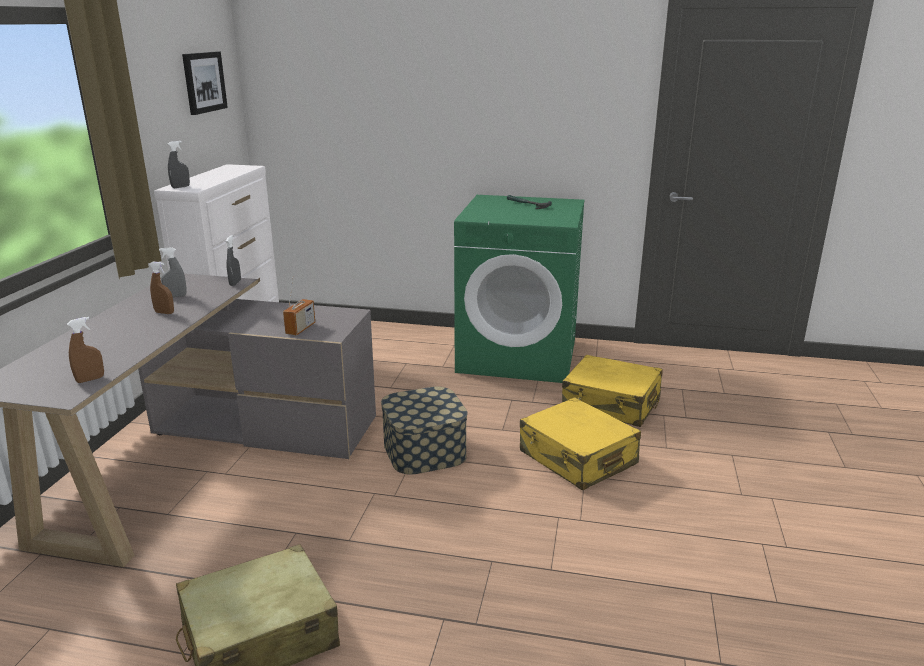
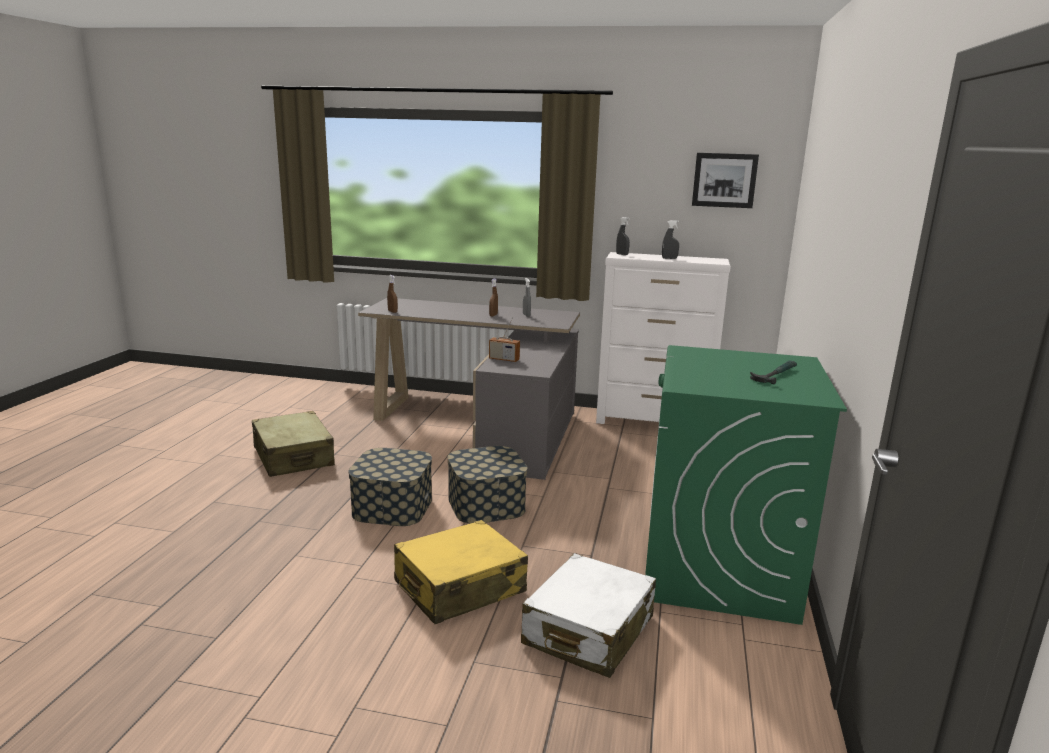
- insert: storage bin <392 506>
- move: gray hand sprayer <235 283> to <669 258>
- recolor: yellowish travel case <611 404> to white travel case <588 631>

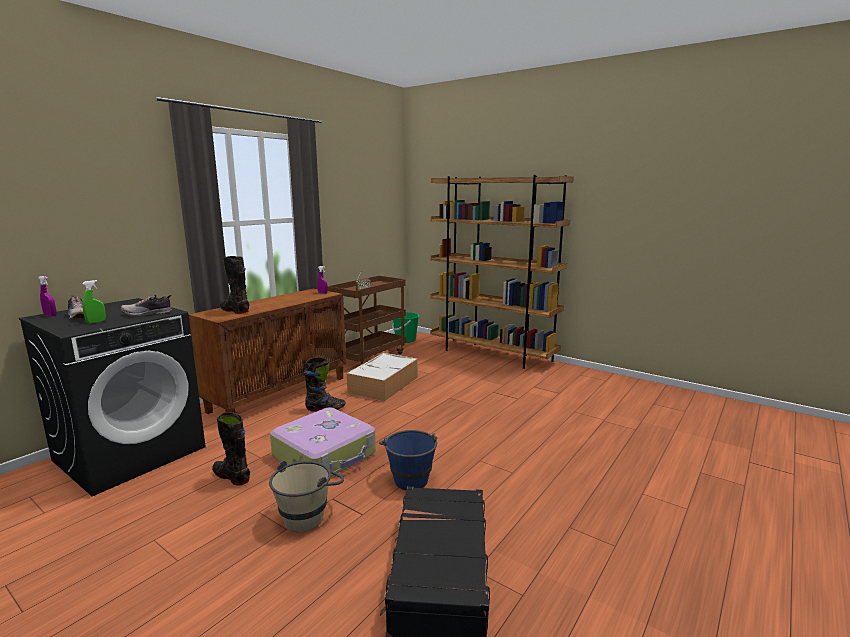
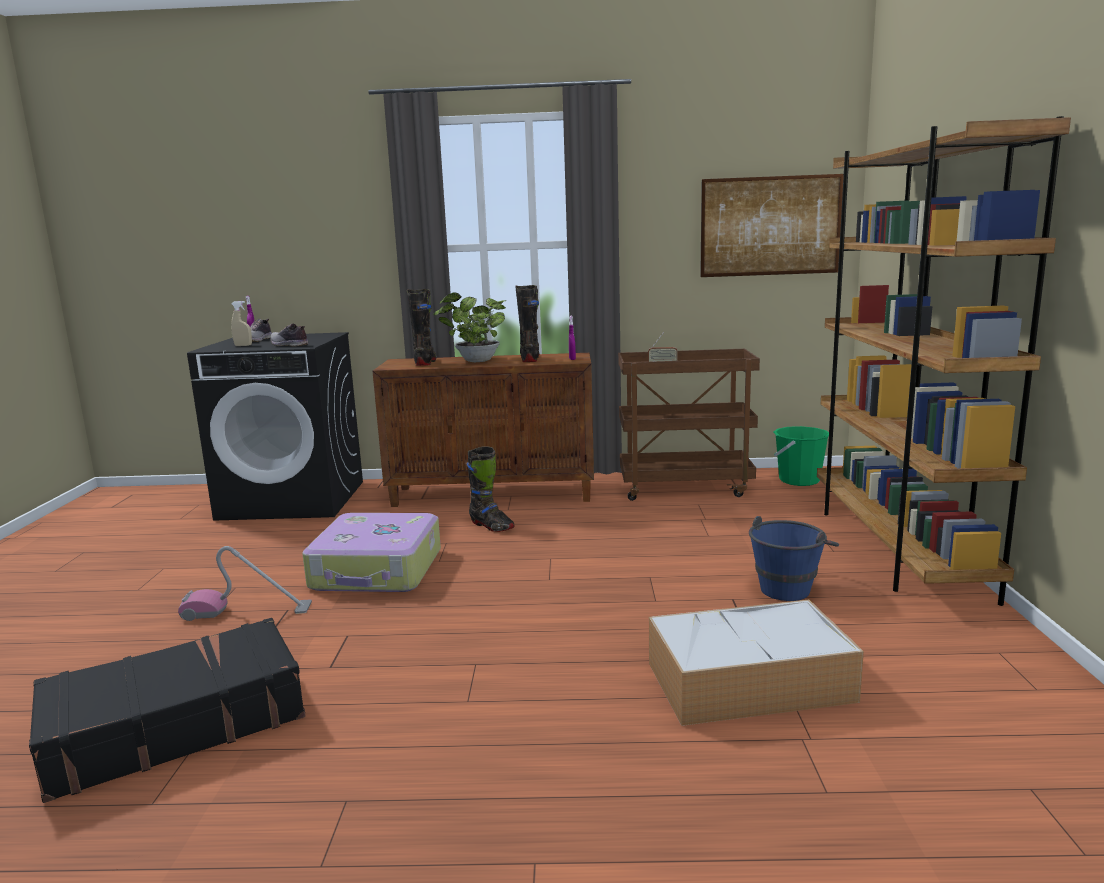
- insert: potted plant <475 361>
- insert: wall art <770 226>
- move: black-coloured high-top boot <232 477> to <530 359>
- move: storage bin <383 385> to <746 683>
- move: blue pail <409 476> to <789 586>
- replace: beige-coloured pail <309 514> to hoover <247 611>
- recolor: greenish hand sprayer <96 322> to beige-coloured hand sprayer <243 345>

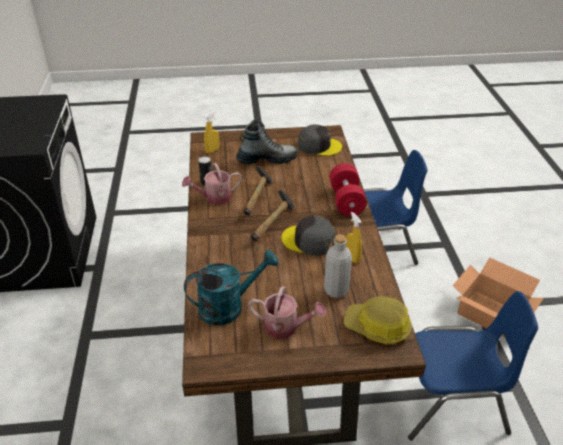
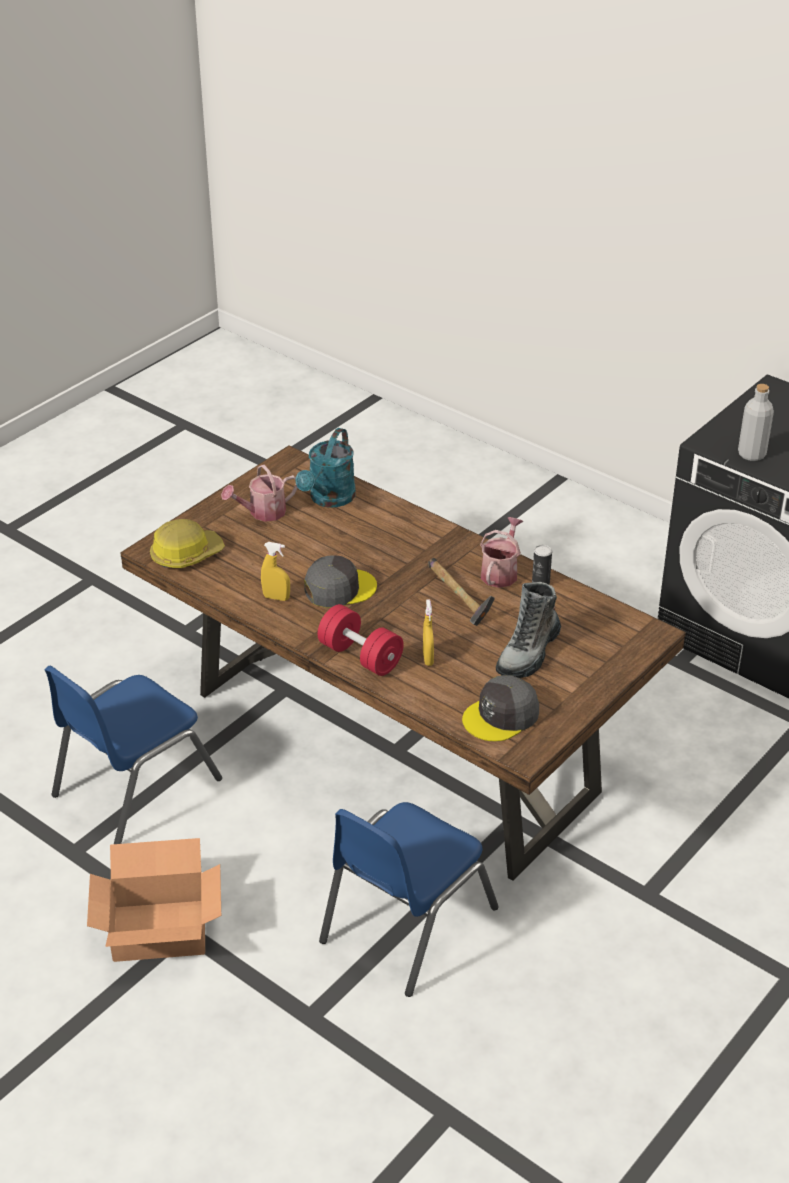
- delete: hammer <273 224>
- move: yellowish hand sprayer <212 150> to <428 658>
- move: gray drink bottle <336 290> to <751 454>

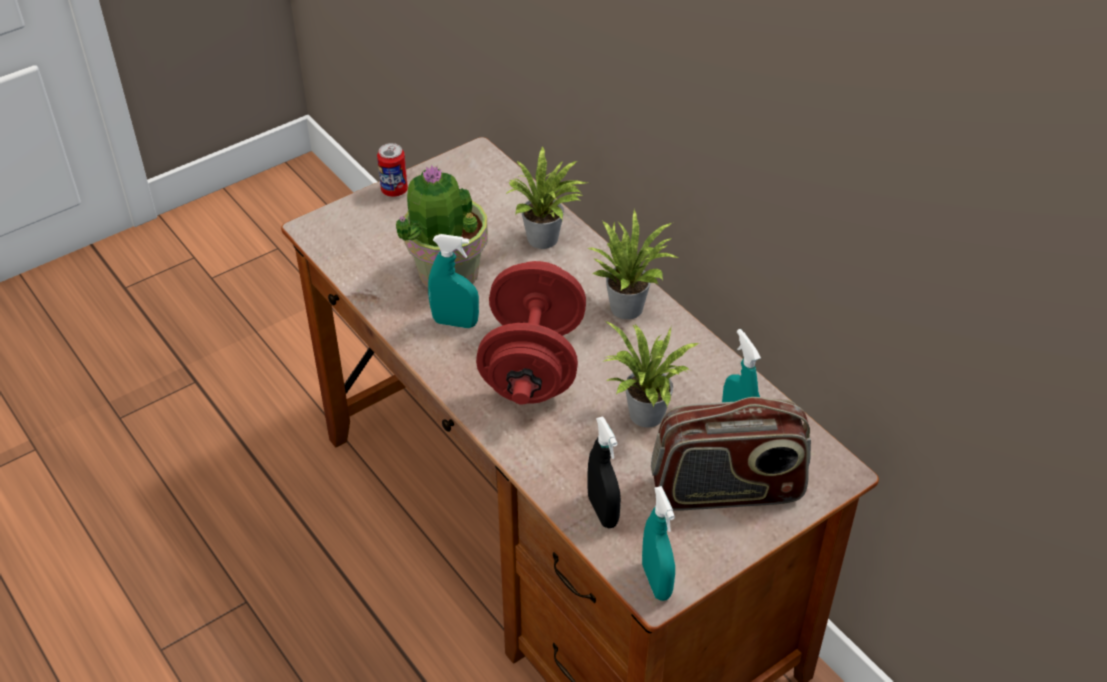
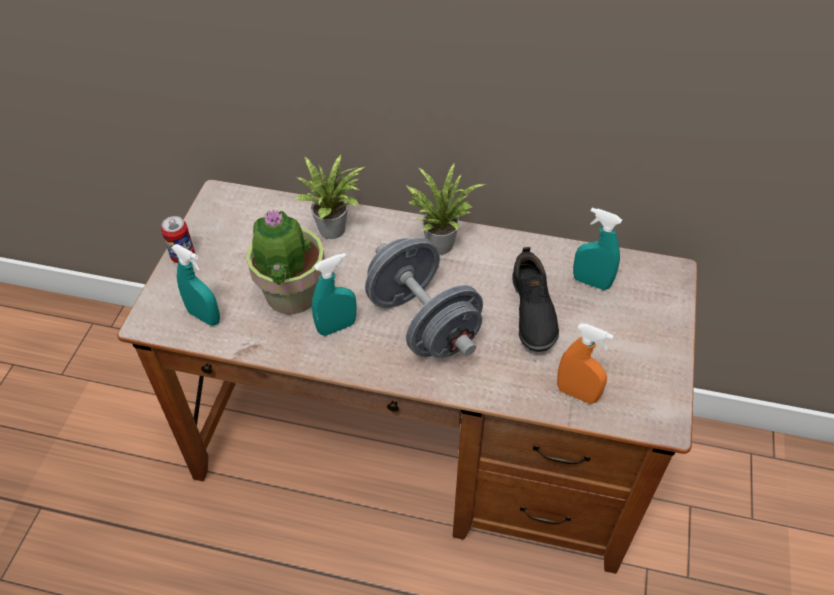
- delete: radio <726 490>
- move: turquoise hand sprayer <656 581> to <204 316>
- replace: potted plant <644 417> to black-coloured shoe <531 312>
- recolor: reddish hand weight <532 365> to gray hand weight <423 323>
- recolor: black-coloured hand sprayer <602 511> to orange hand sprayer <577 393>

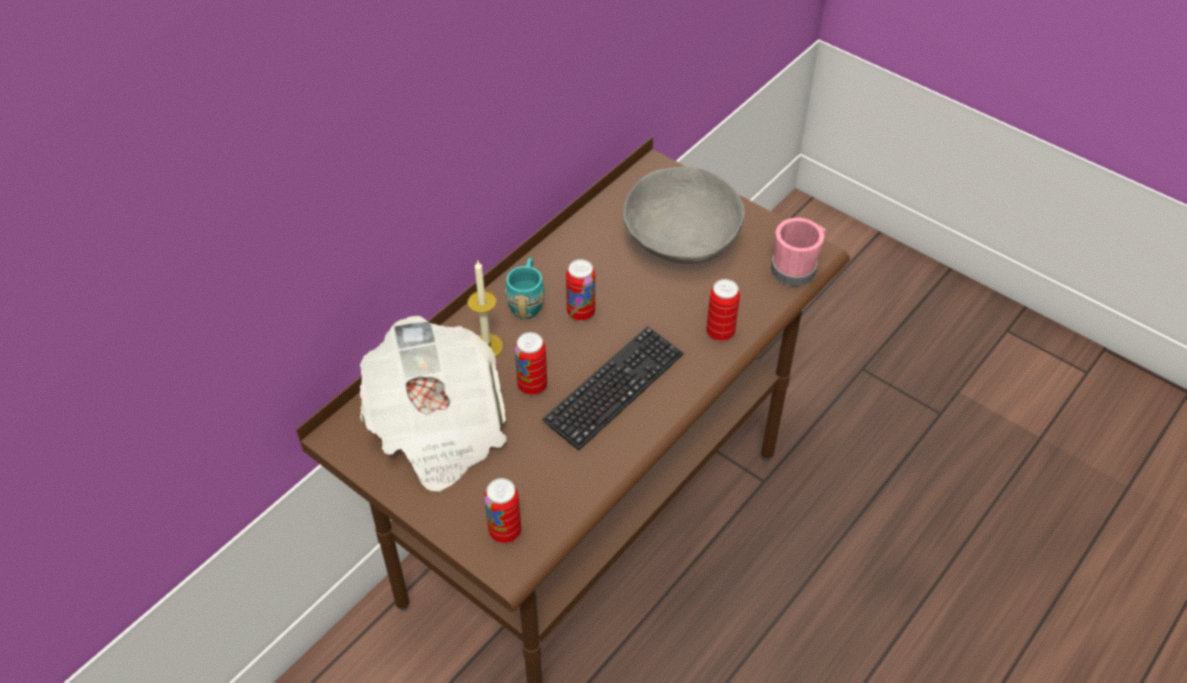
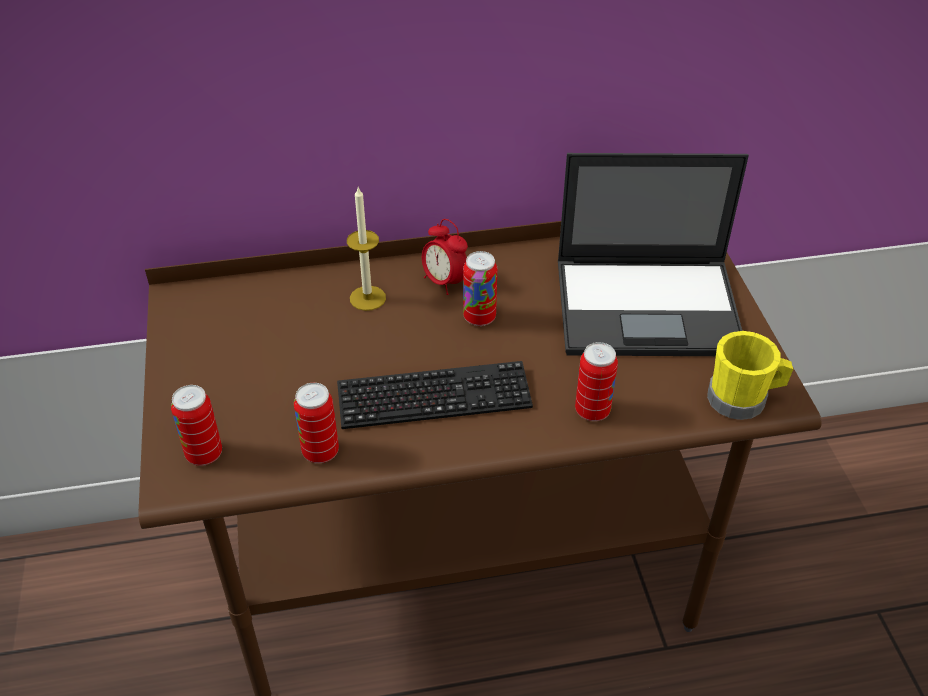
- delete: printed paper <437 428>
- move: sealed can <532 386> to <320 452>
- replace: turquoise coffee mug <527 301> to bedside clock <444 282>
- replace: gray serving bowl <681 237> to laptop <649 307>
- recolor: pinkish coffee mug <797 268> to yellowish coffee mug <743 399>

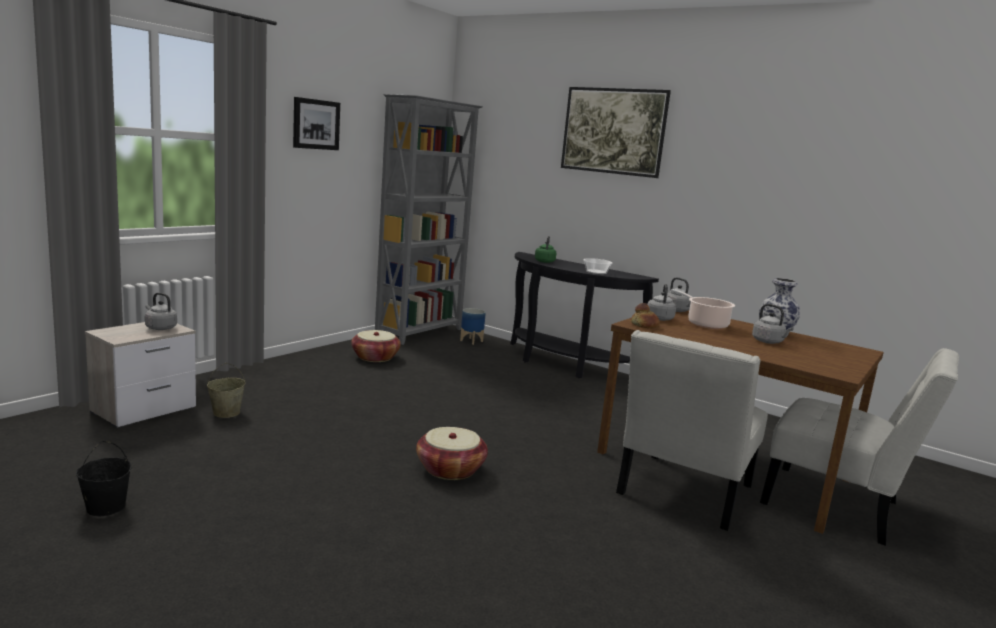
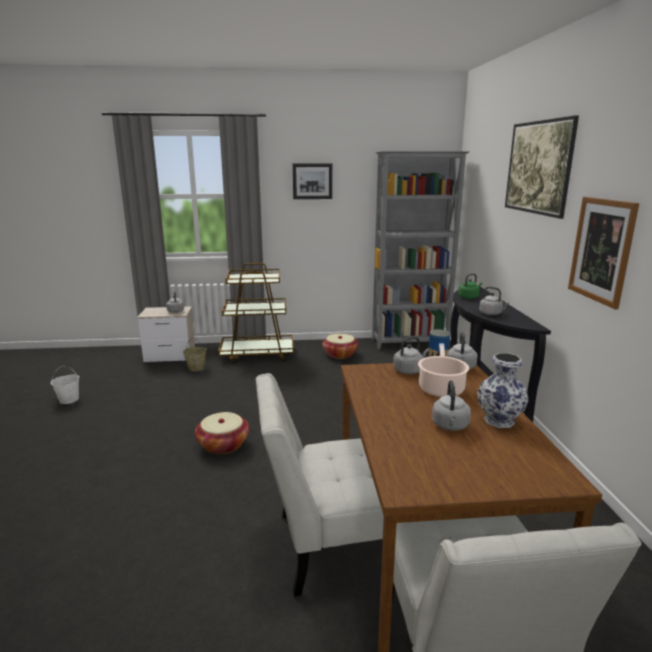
- delete: bread <644 325>
- insert: brown trolley <258 355>
- insert: wall art <601 250>
- replace: serving bowl <596 272> to gray kettle <491 314>
- recolor: black-coloured pail <105 507> to white pail <69 399>

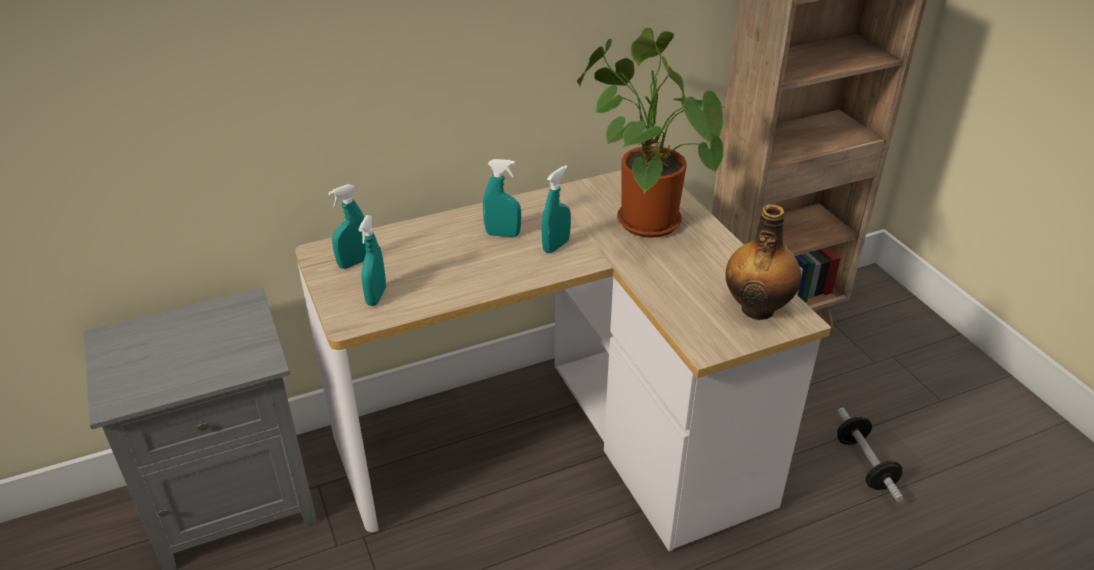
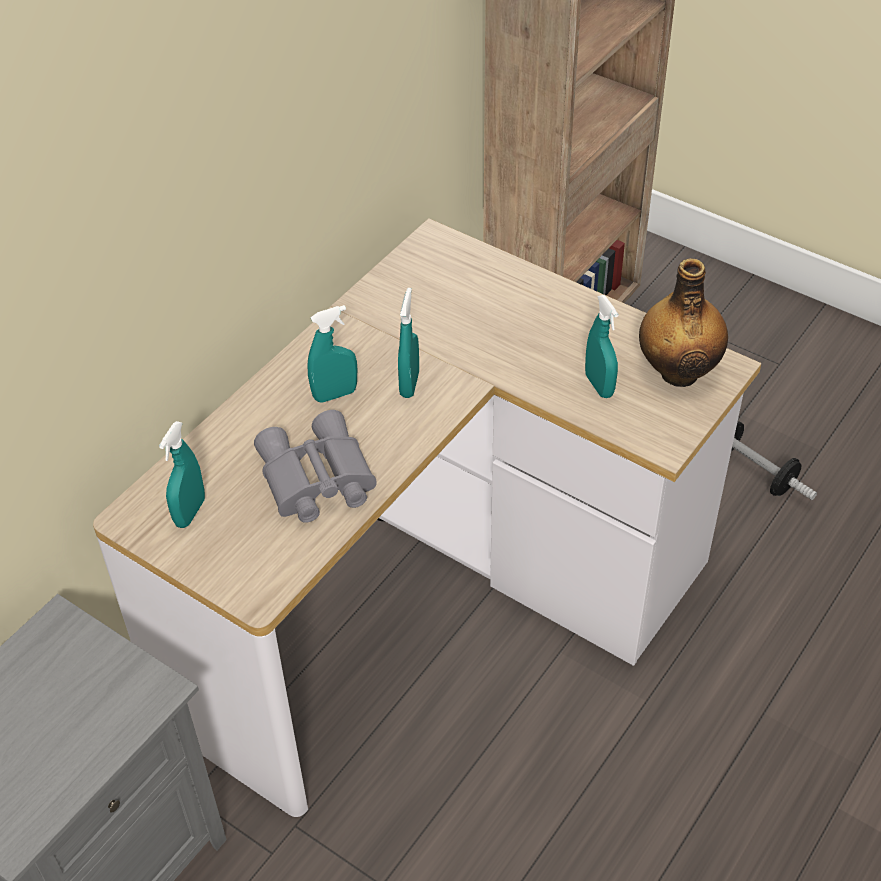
- delete: potted plant <642 219>
- insert: gray pair of binoculars <315 480>
- move: turquoise hand sprayer <376 297> to <599 385>

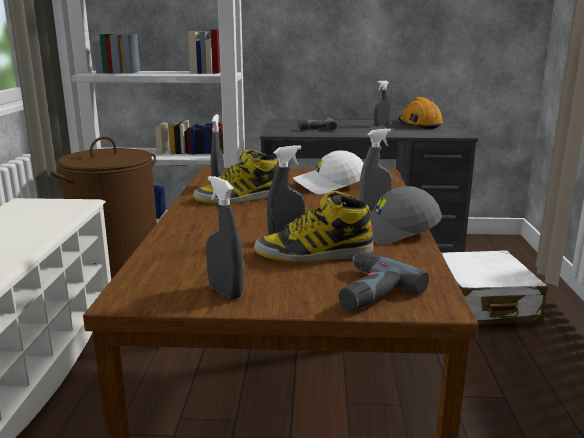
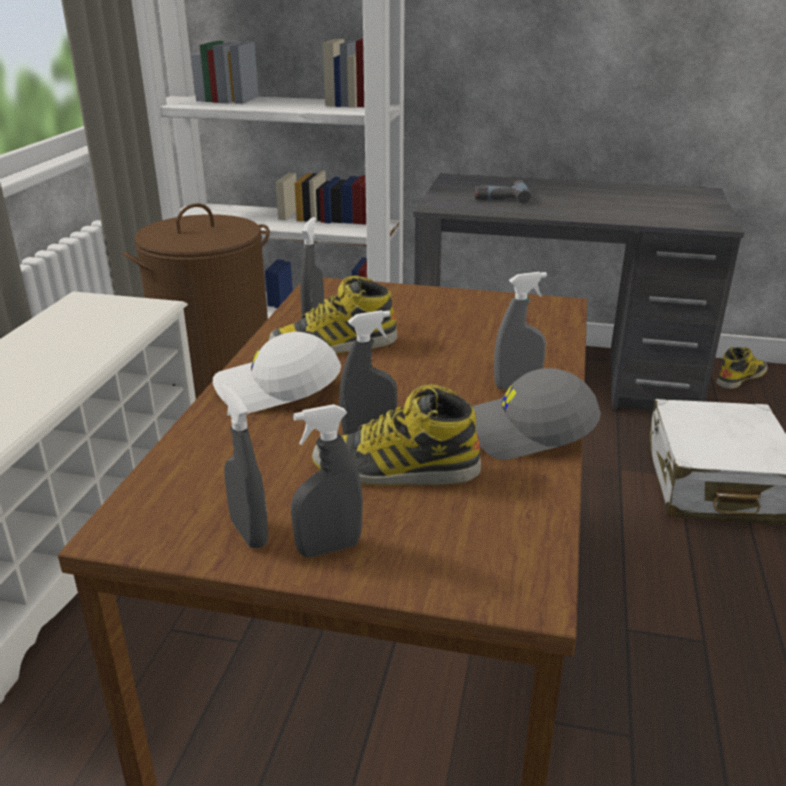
- delete: power drill <365 290>
- delete: orange hard hat <419 124>
- insert: high-top boot <740 377>
- move: white peaked cap <329 185> to <277 390>
- move: gray hand sprayer <381 125> to <329 548>

